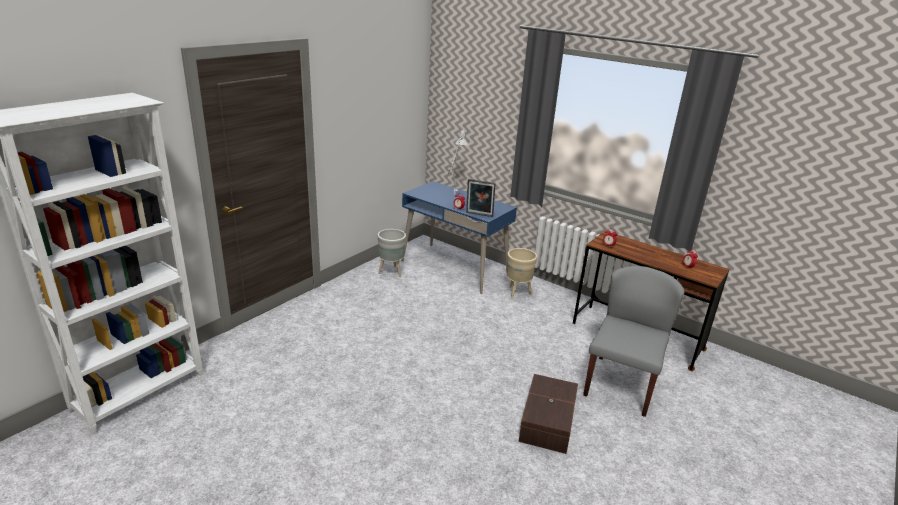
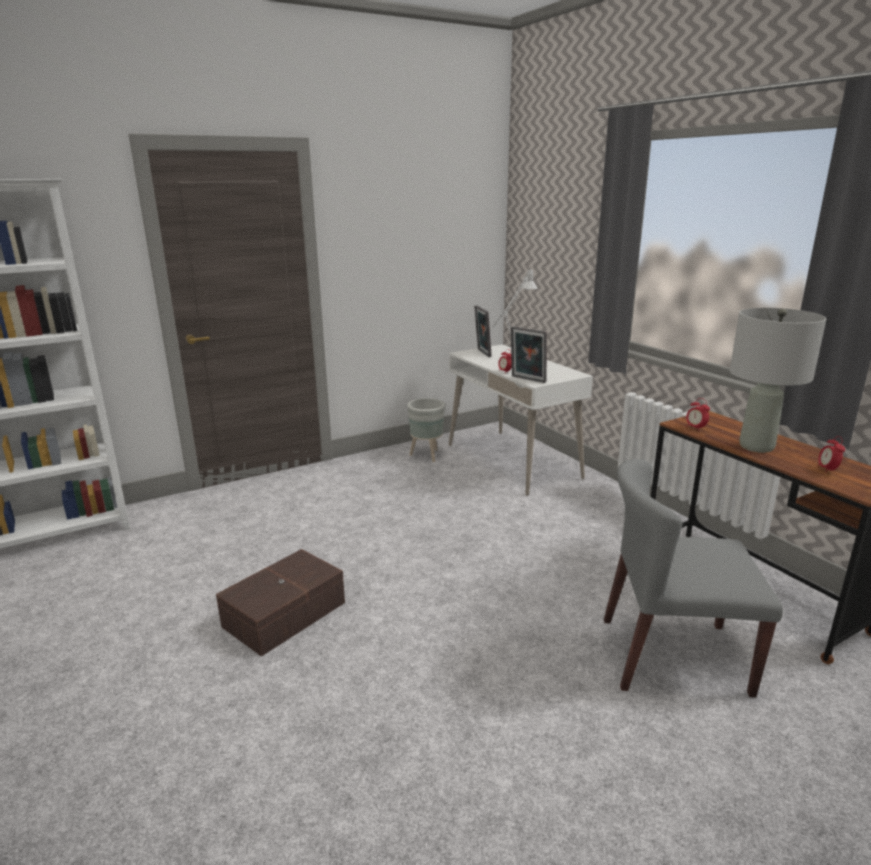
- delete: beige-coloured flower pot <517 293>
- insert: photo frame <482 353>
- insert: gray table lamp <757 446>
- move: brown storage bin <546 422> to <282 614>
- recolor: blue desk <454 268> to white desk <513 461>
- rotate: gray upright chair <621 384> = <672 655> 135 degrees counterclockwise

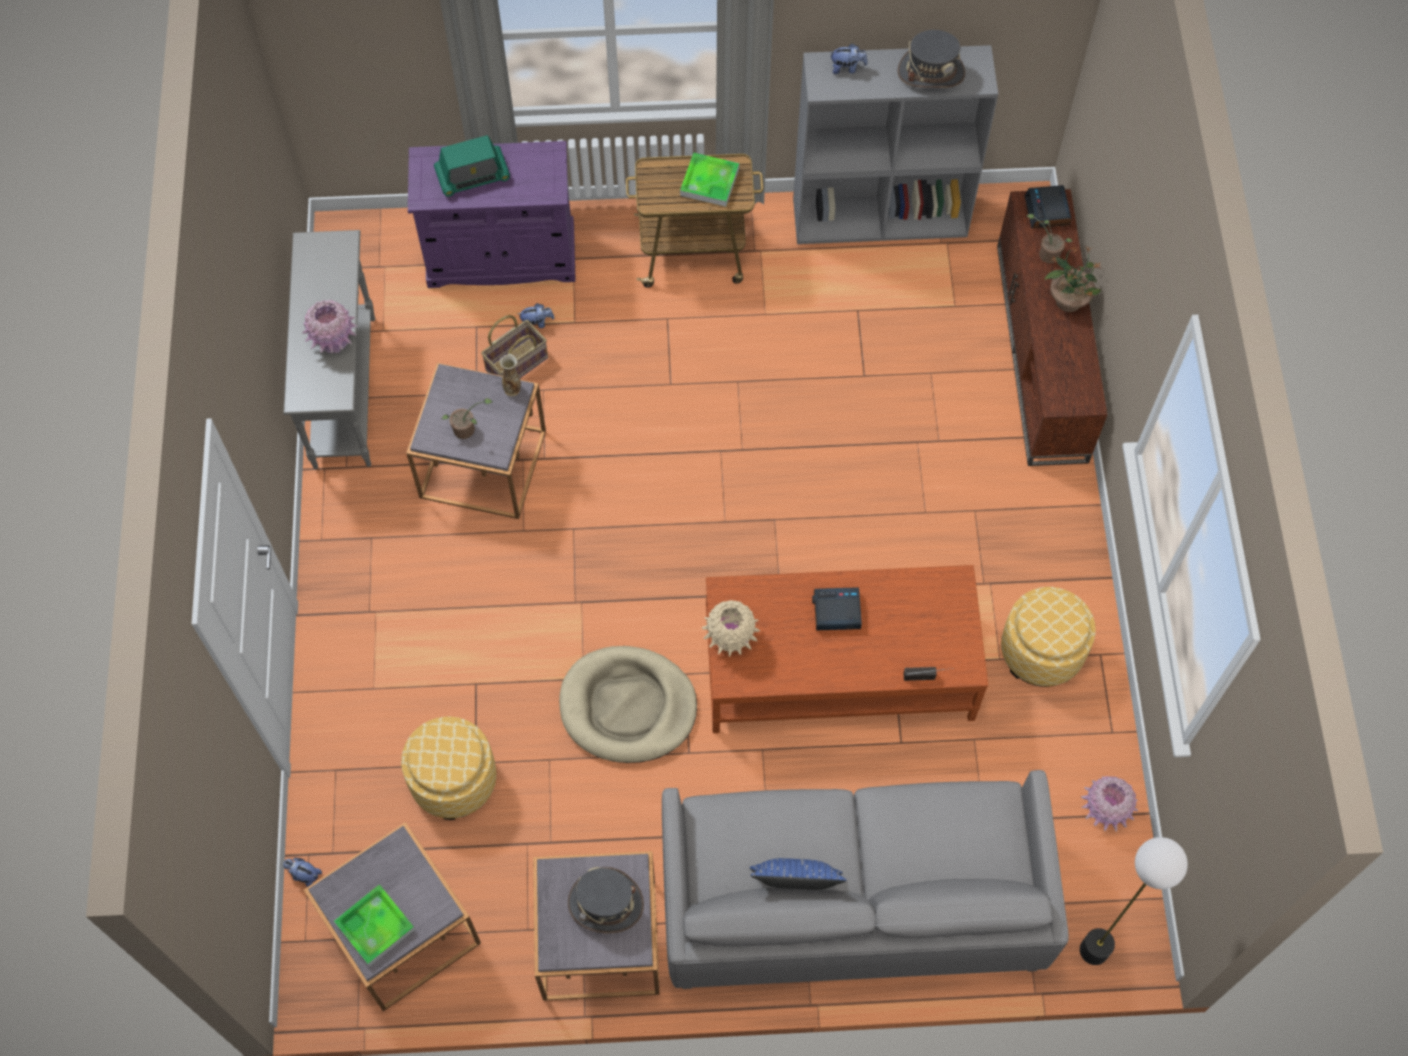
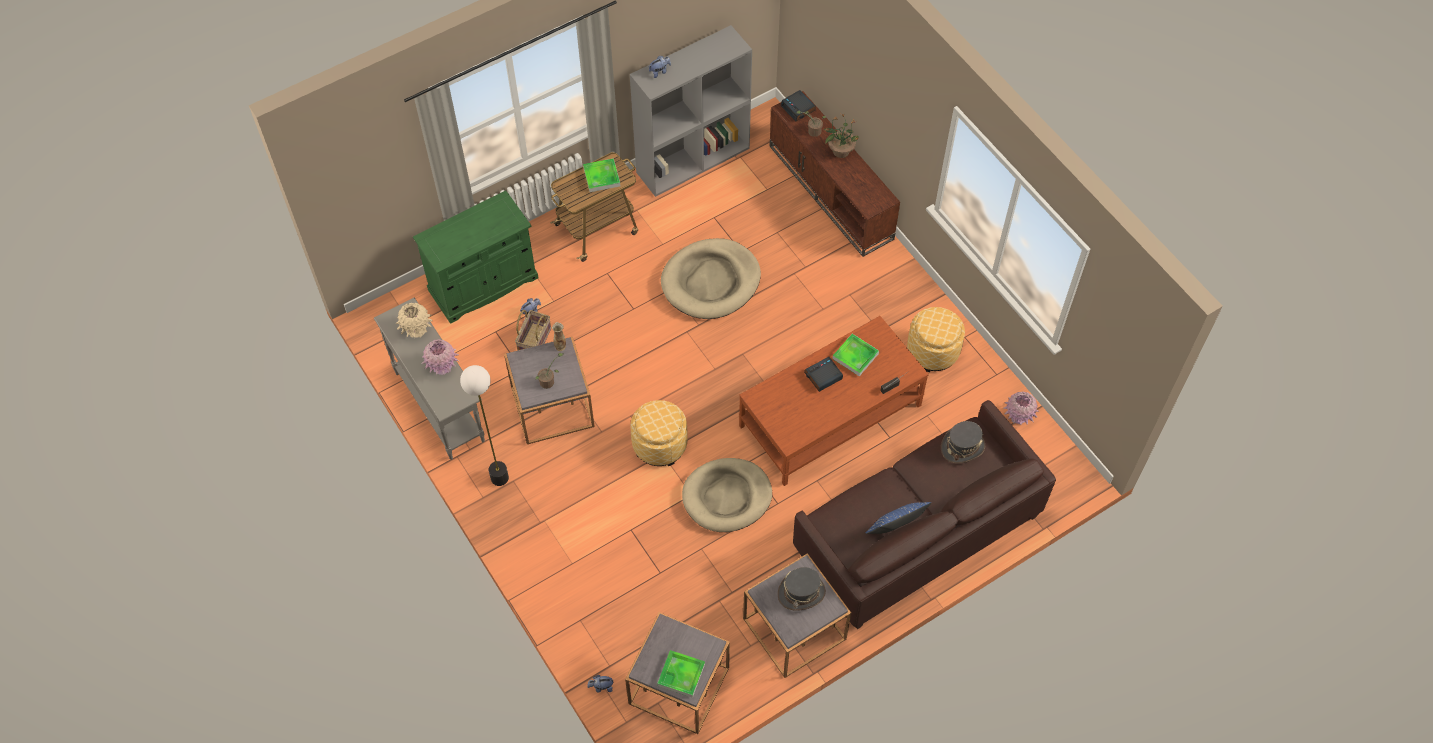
- delete: radio <472 175>
- insert: beige-coloured pet bed <711 281>
- insert: serving tray <855 356>
- move: ottoman <454 780> to <659 444>
- move: beige-coloured flower vase <730 638> to <416 330>
- move: gray hat <931 72> to <962 447>
- move: standing lamp <1093 950> to <499 478>
- recolor: purple-coloured cabinet <501 256> to greenish cabinet <483 284>
- recolor: gray settee <851 898> to brown settee <916 532>

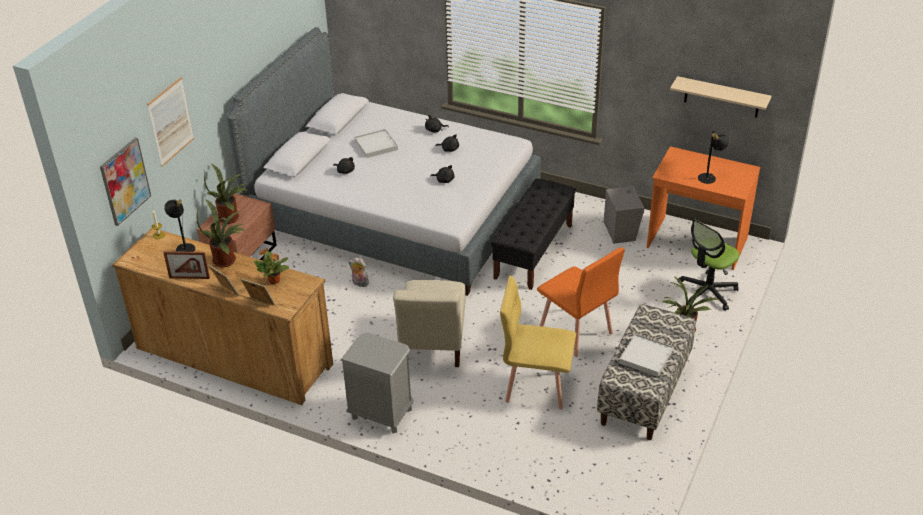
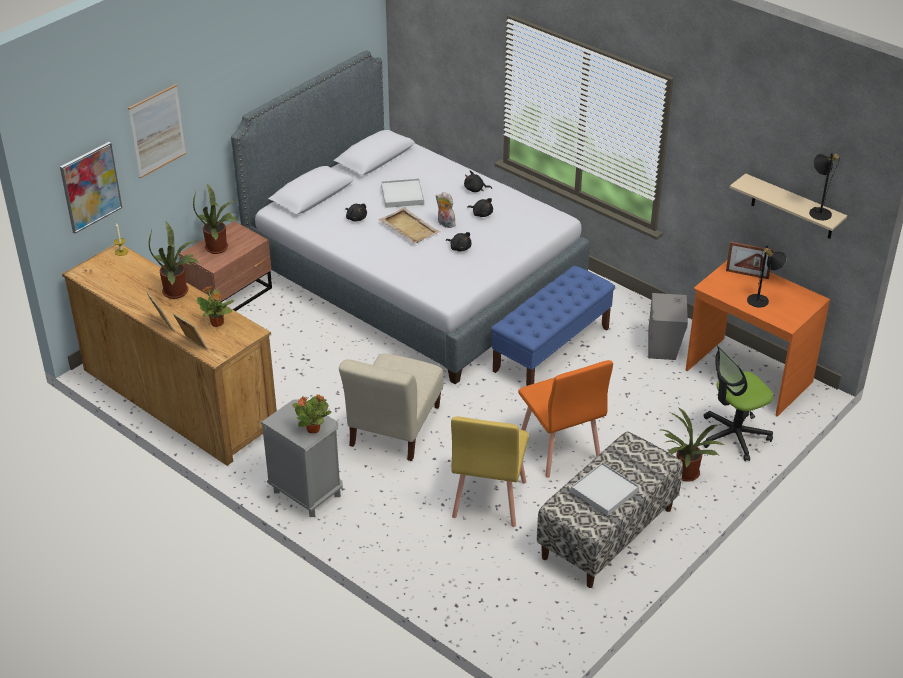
- insert: potted plant <314 429>
- insert: beige-coloured serving tray <409 227>
- move: photo frame <189 278> to <747 274>
- move: black-coloured table lamp <184 247> to <818 211>
- move: plush toy <359 283> to <445 224>
- recolor: black-coloured long seat <533 251> to blue long seat <551 349>
- rotate: yellowish upright chair <536 385> = <488 499> 105 degrees counterclockwise

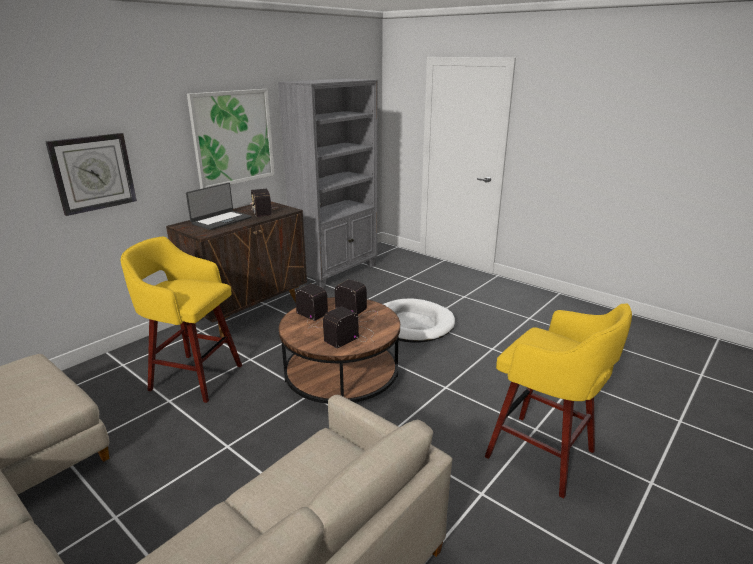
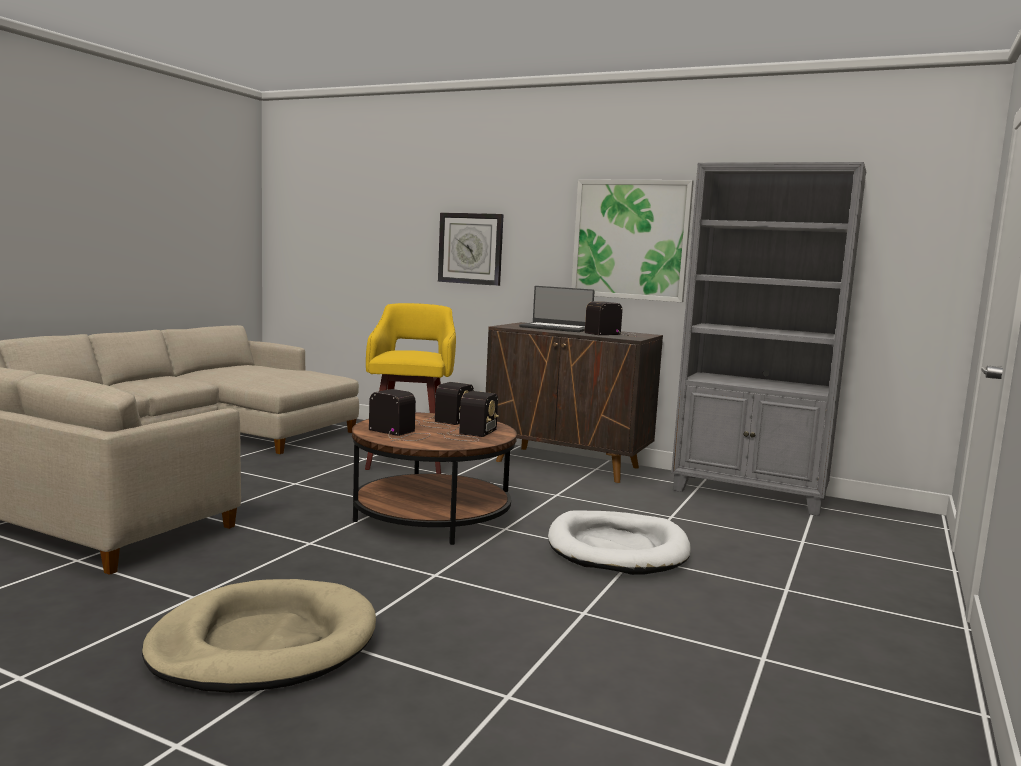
- replace: yellowish stool <543 456> to beige-coloured pet bed <264 644>

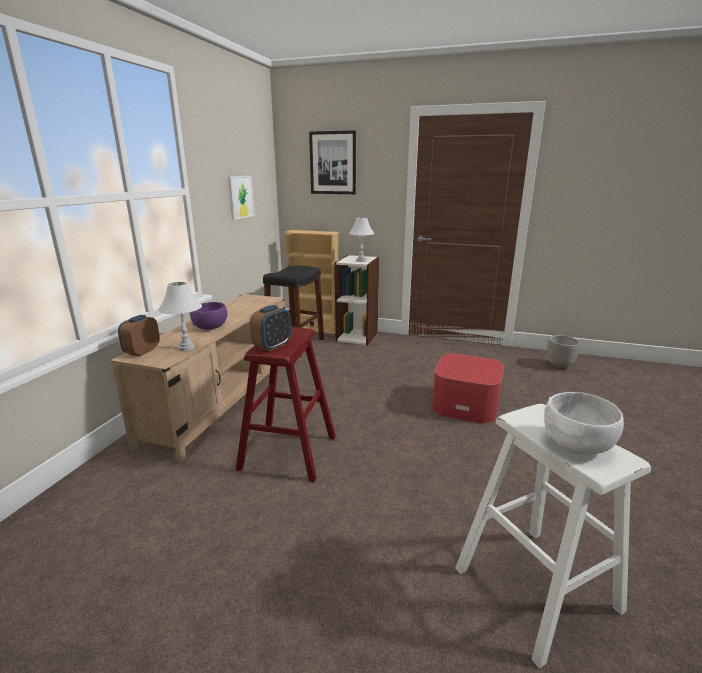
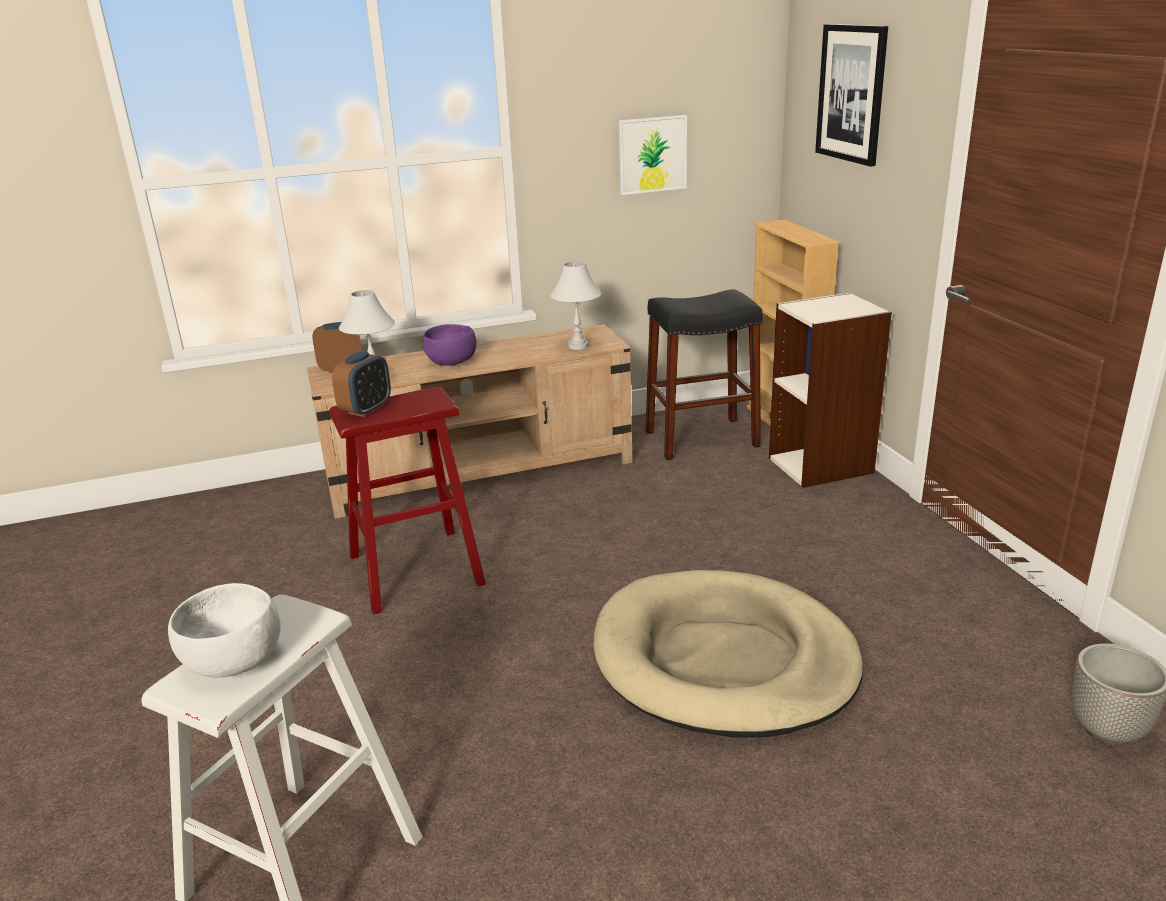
- move: white table lamp <361 260> to <577 346>
- replace: ottoman <465 404> to beige-coloured pet bed <724 660>
- rotate: bedside clock <272 346> = <366 409> 60 degrees counterclockwise

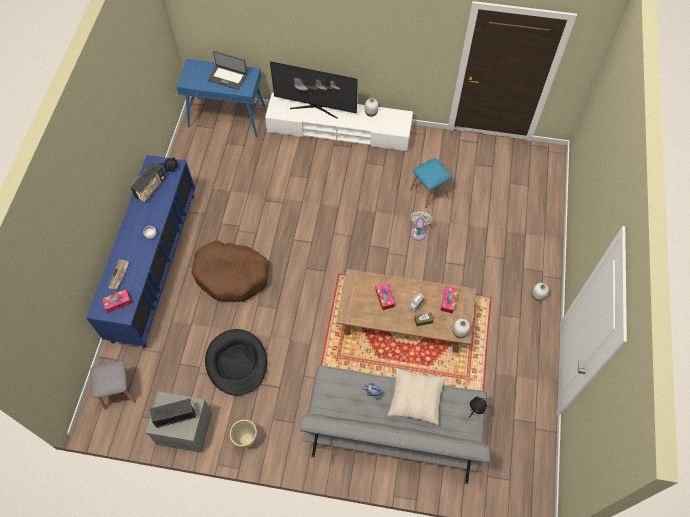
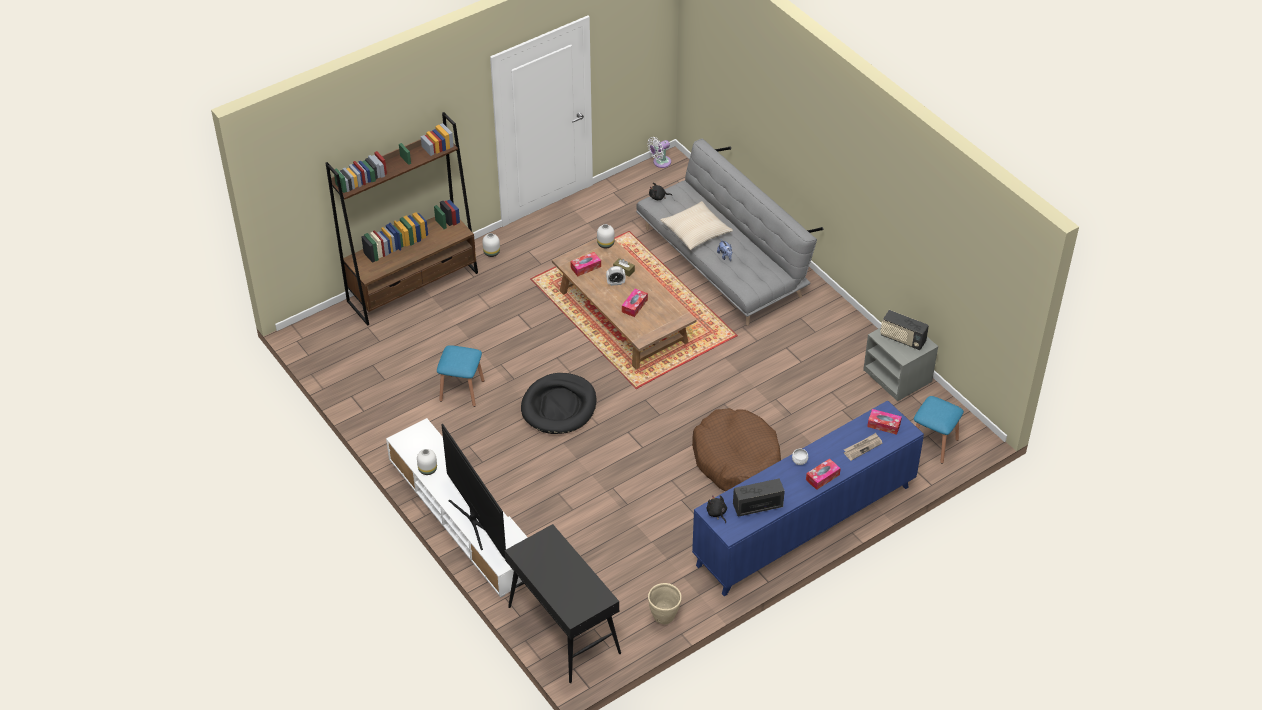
- delete: laptop <227 77>
- insert: brown shelving unit <413 287>
- insert: tissue box <822 477>
- move: black-coloured pet bed <237 363> to <559 406>
- move: beige-coloured flower pot <246 440> to <664 617>
- move: white electric fan <418 232> to <660 162>
- recolor: gray stool <118 391> to blue stool <933 444>
- recolor: blue narrow table <227 117> to black-coloured narrow table <563 630>

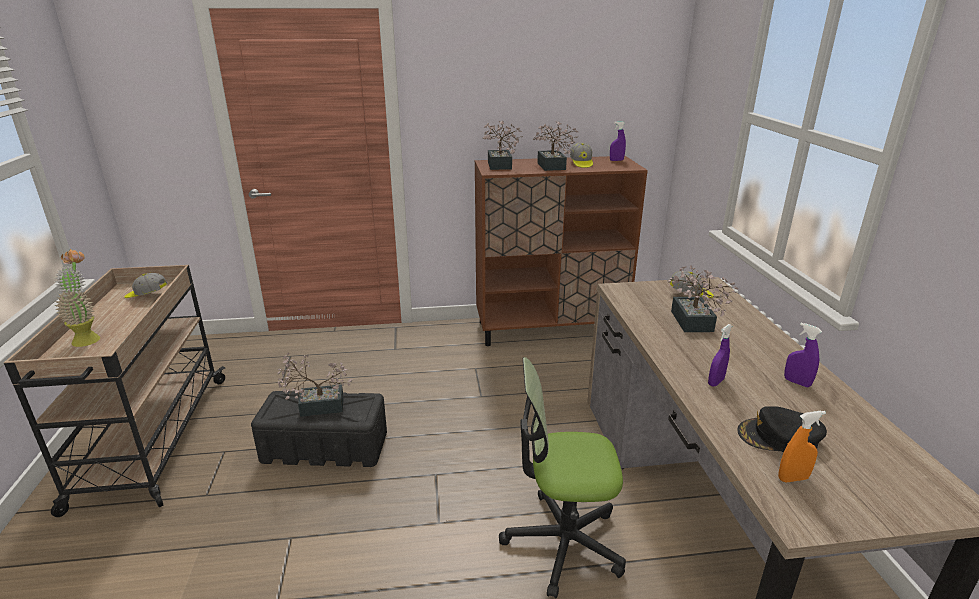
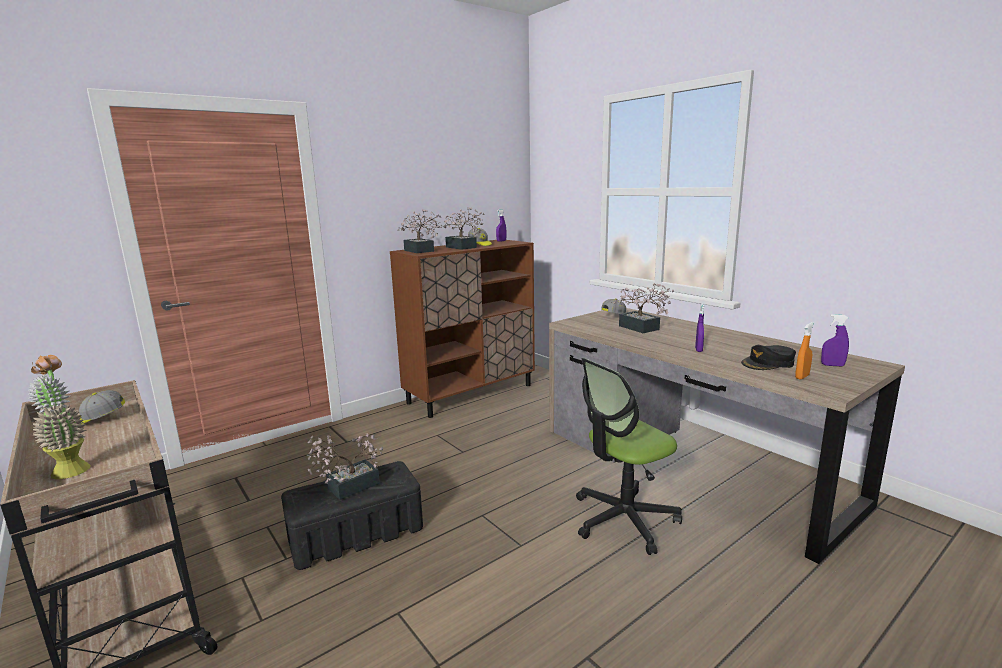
- move: purple-coloured hand sprayer <797 382> to <832 365>

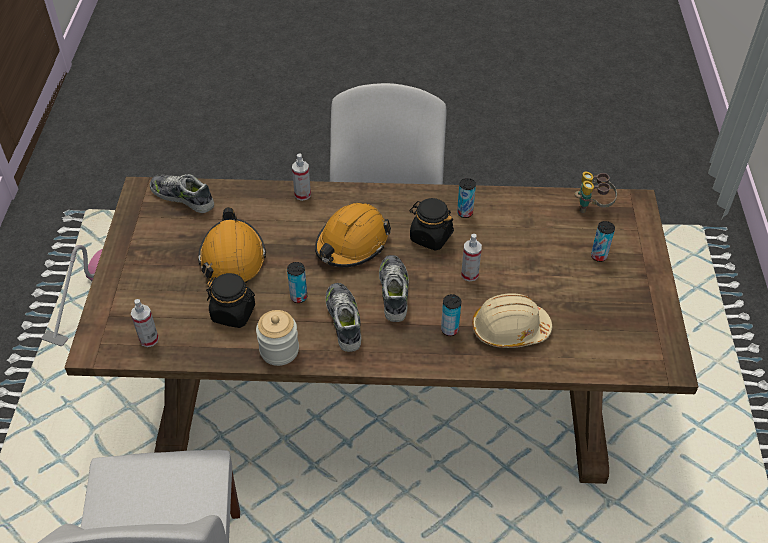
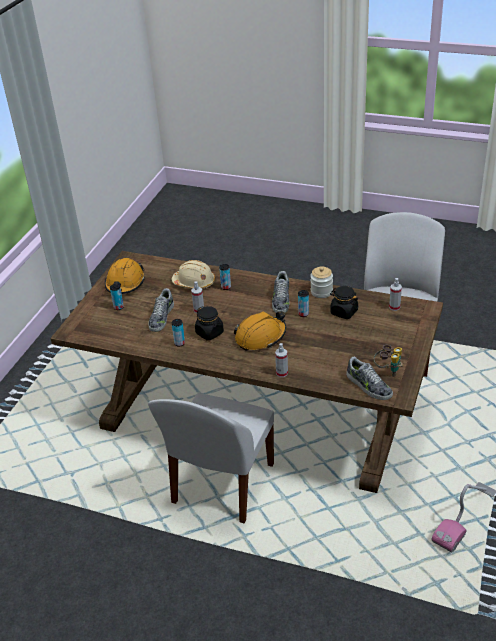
- move: orange hard hat <232 257> to <125 283>
- move: shoe <394 292> to <161 317>
- move: pair of binoculars <592 207> to <388 370>

